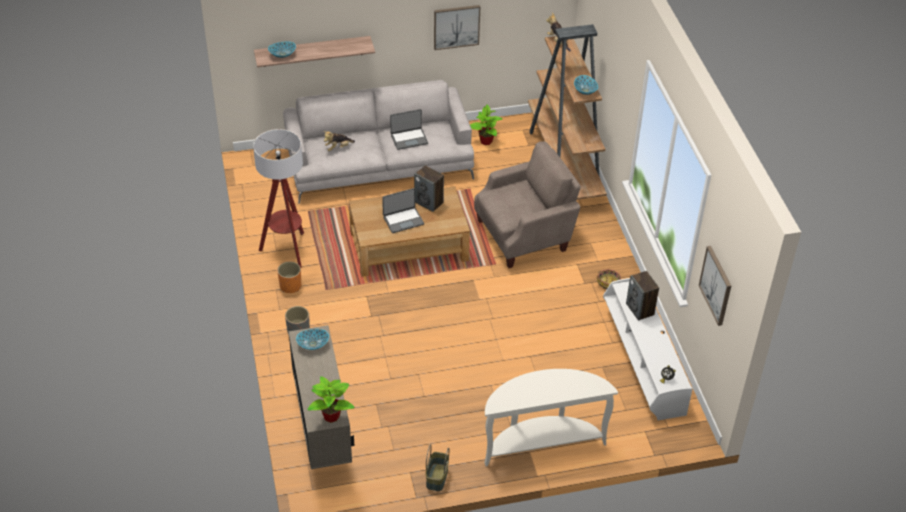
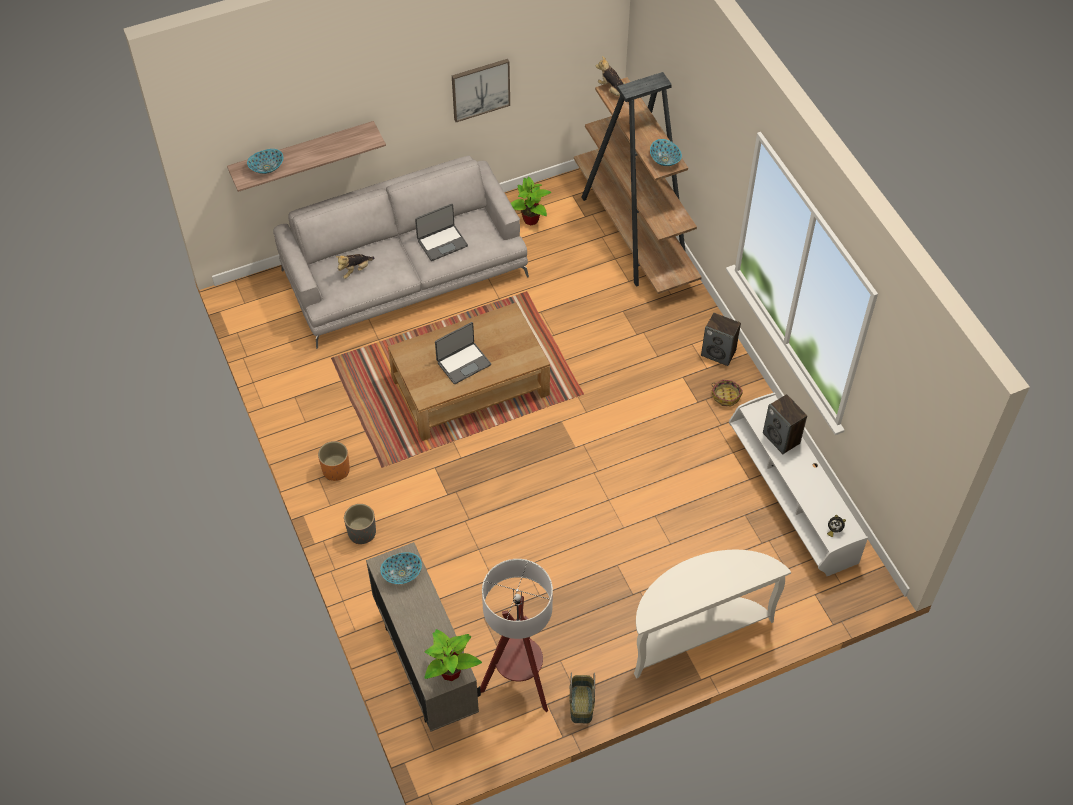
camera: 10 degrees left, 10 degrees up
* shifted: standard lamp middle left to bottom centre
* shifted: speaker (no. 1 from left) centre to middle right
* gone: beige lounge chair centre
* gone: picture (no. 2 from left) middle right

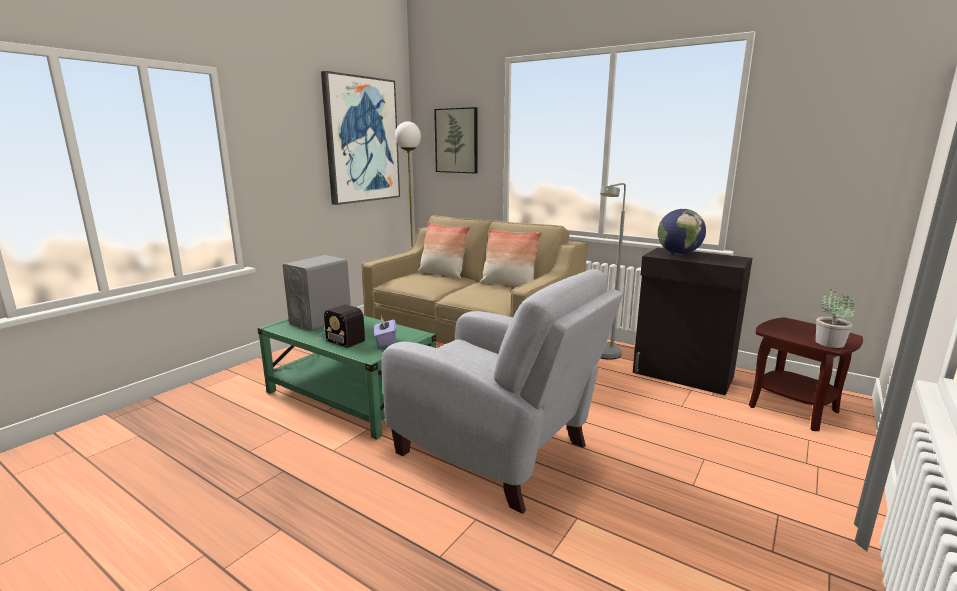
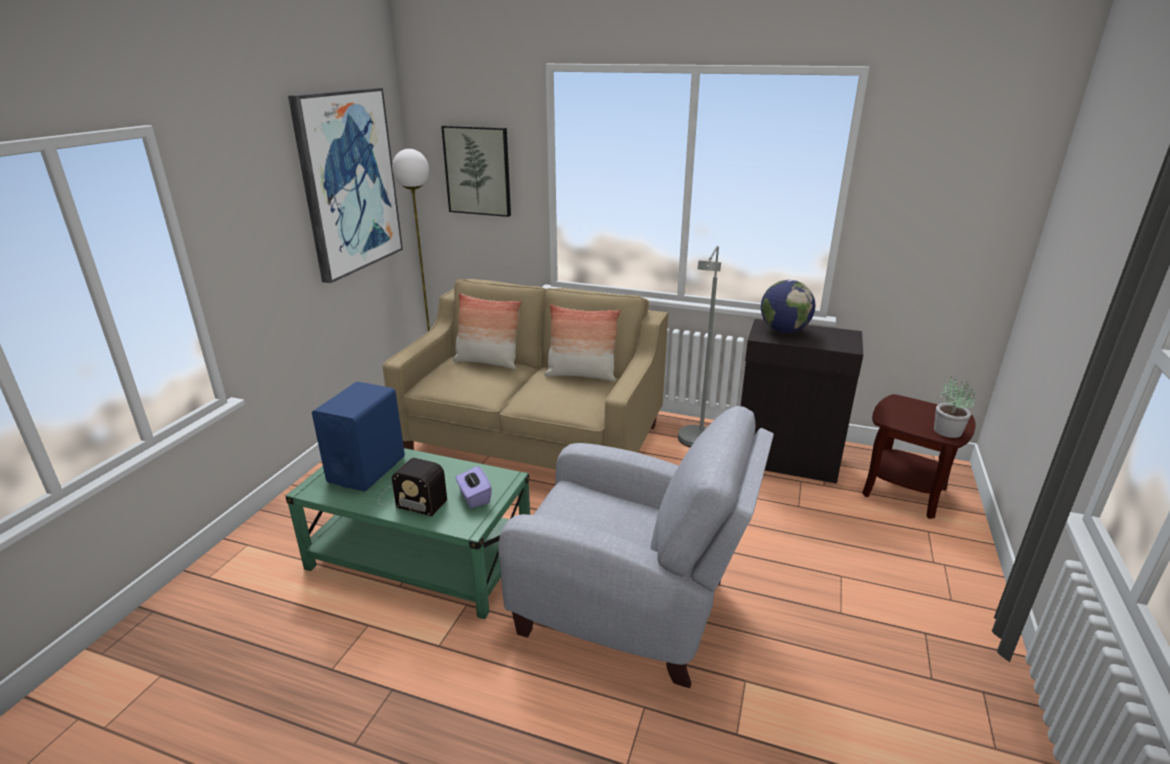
camera: 15 degrees left, 10 degrees up
* repainted: greyish speaker middle left to blue-coloured speaker middle left

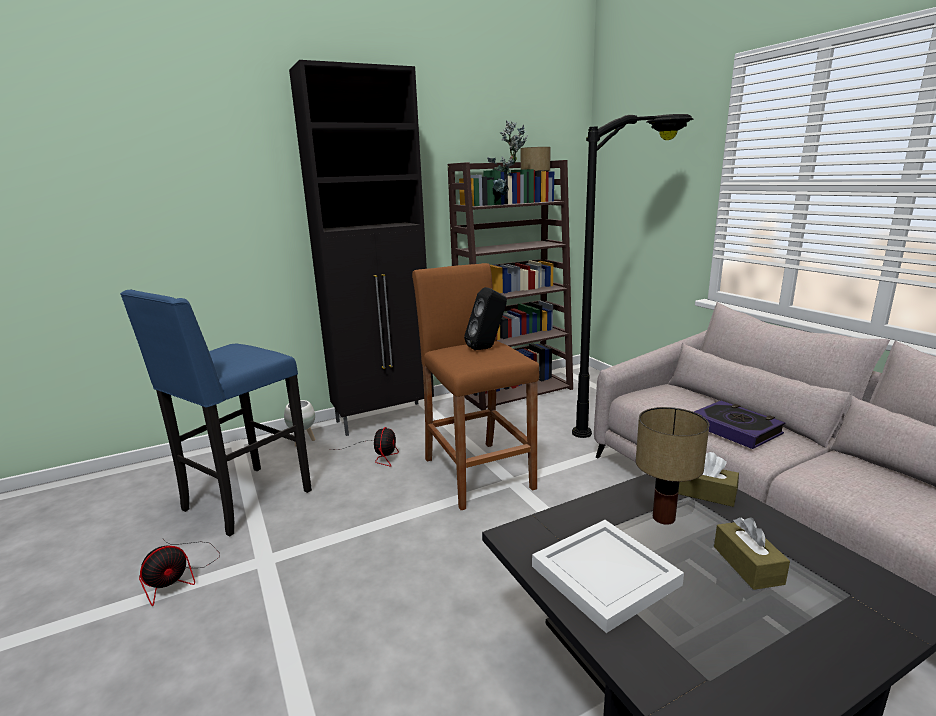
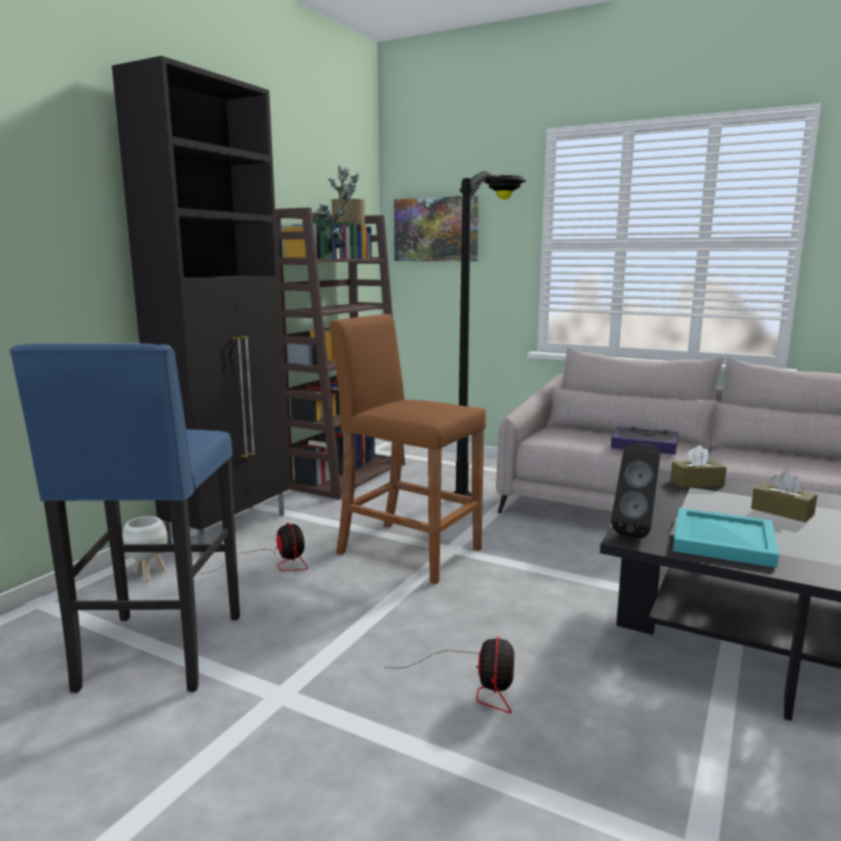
camera: 35 degrees left, 5 degrees down
* shifted: electric fan (no. 1 from left in the first image) bottom left to electric fan (no. 2 from left) bottom centre
* shifted: blackish speaker centre to middle right
* repainted: whitish serving tray bottom centre to turquoise-coloured serving tray middle right
* gone: tabletop lamp (no. 2 from left) middle right
* new: picture top centre

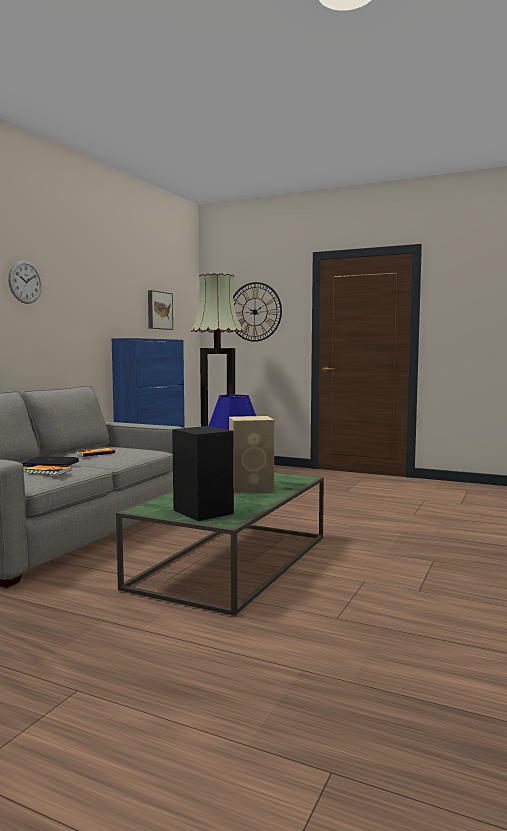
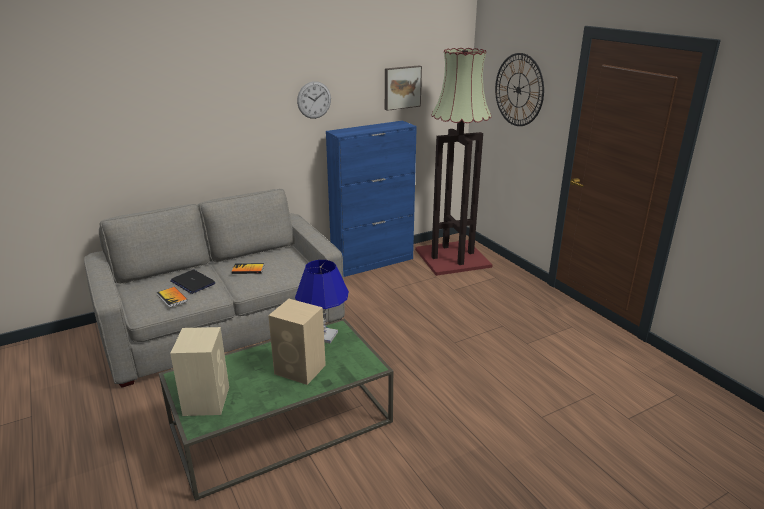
camera: 35 degrees right, 20 degrees up
* shifted: wall clock (no. 1 from left) middle left to top centre
* repainted: blackish speaker centre to beige speaker (no. 1 from left) bottom left

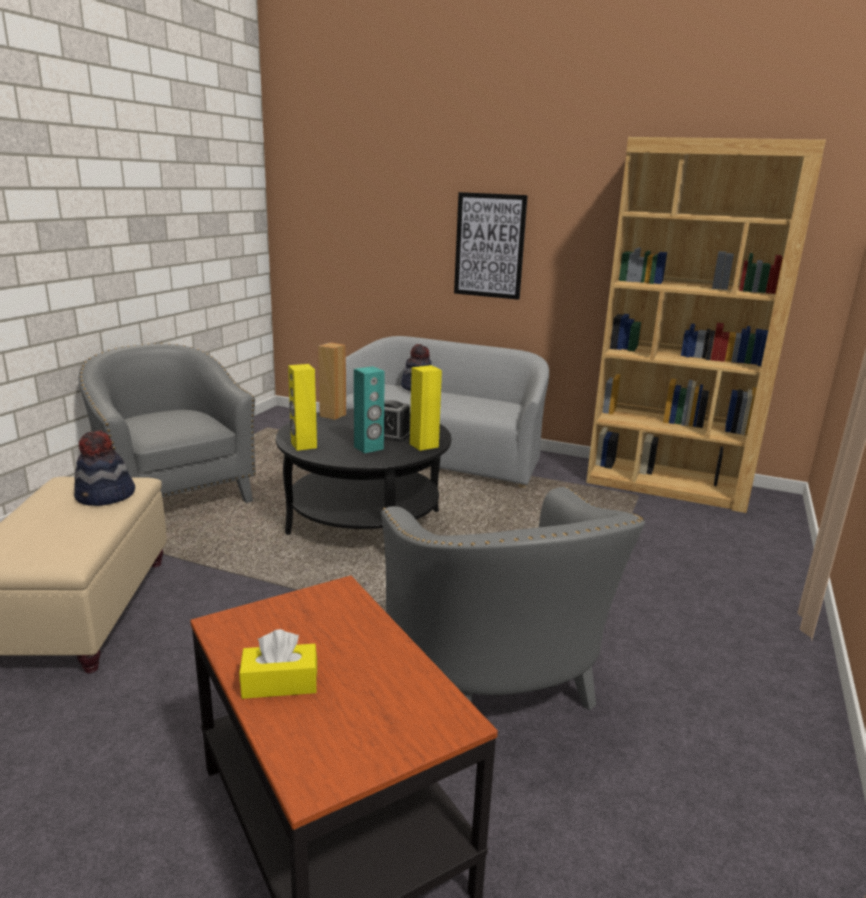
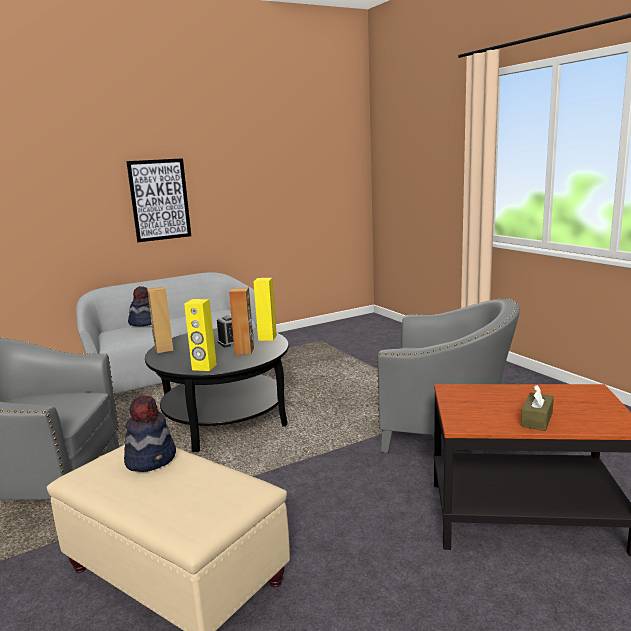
camera: 50 degrees left, 5 degrees down
* repainted: yellowish box of tissues bottom left to brownish box of tissues middle right
* repainted: turquoise-coloured speaker centre to brownish speaker (no. 2 from left) centre
* gone: brownish bookcase middle right

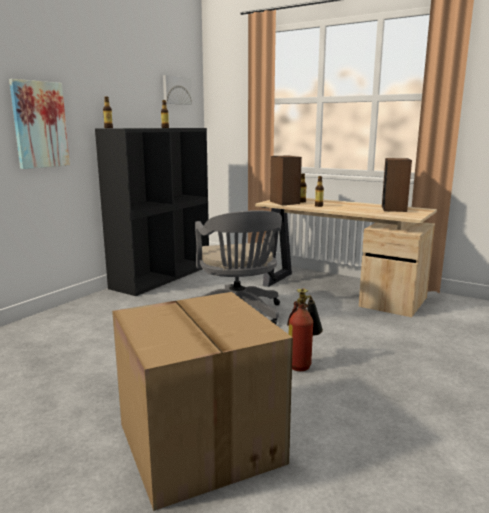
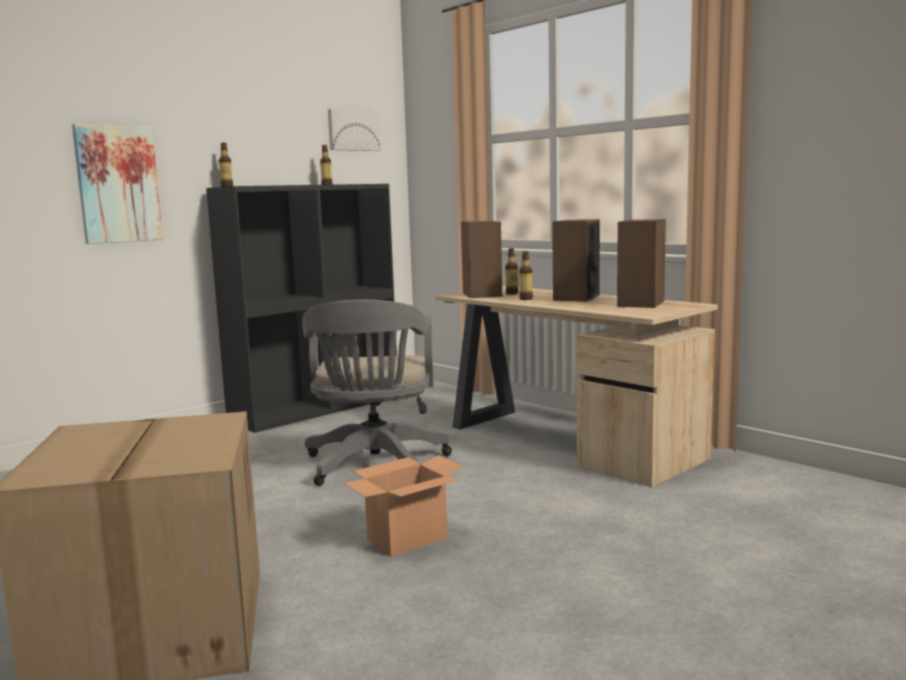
camera: 15 degrees right, 5 degrees down
* swapped: fire extinguisher centre to cardboard box (no. 2 from left) bottom centre
* new: speaker (no. 2 from left) centre

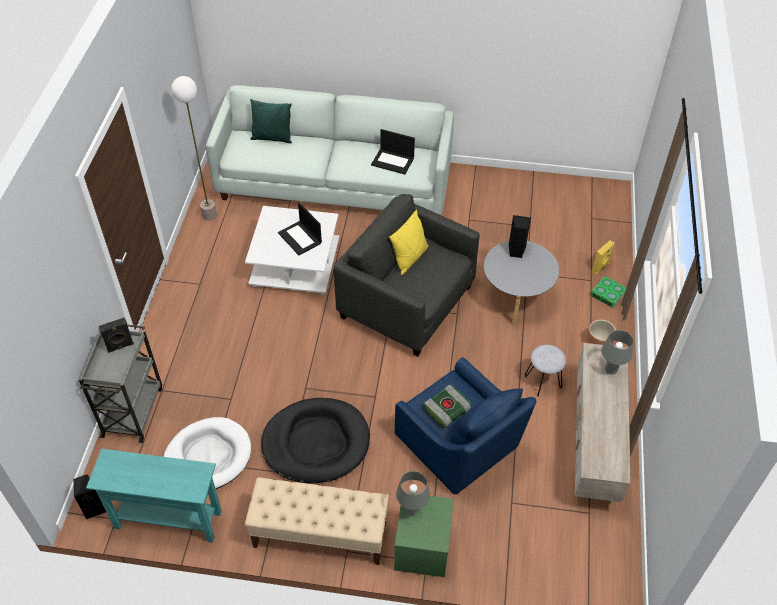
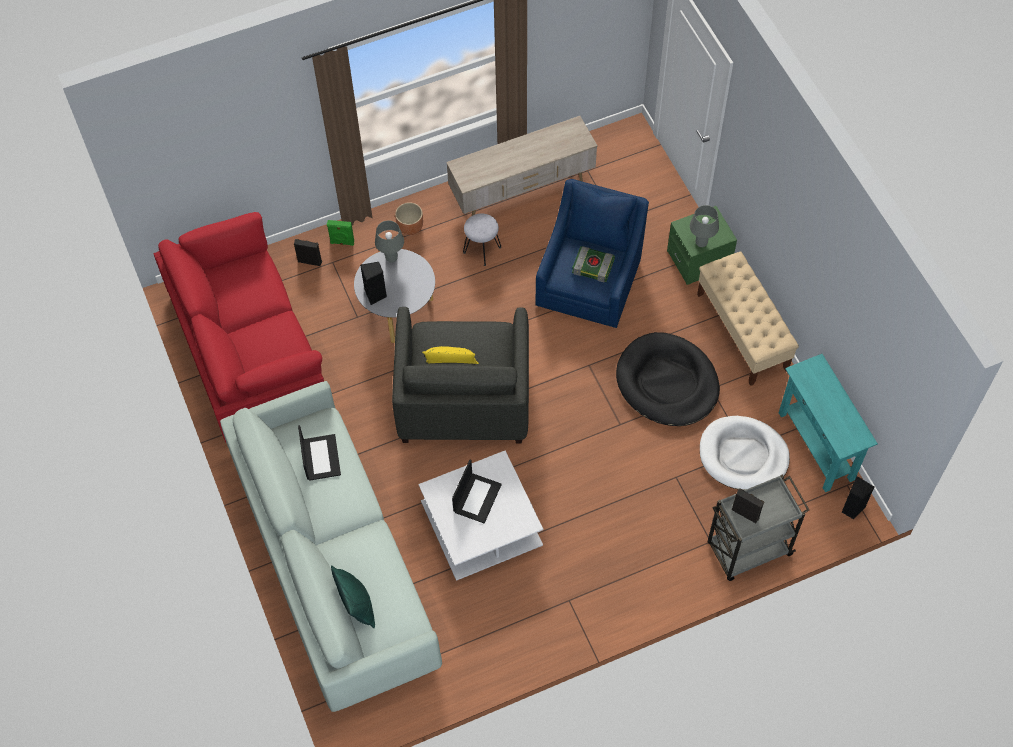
camera: 120 degrees left, 10 degrees up
* gone: standard lamp top left
* swapped: book (no. 2 from left) middle right to green-coloured speaker top centre
* repainted: yellowish speaker middle right to blackish speaker (no. 1 from left) middle left
* shifted: greyish tabletop lamp (no. 2 from left in the first image) middle right to greyish tabletop lamp (no. 1 from left) top centre
* new: reddish settee middle left

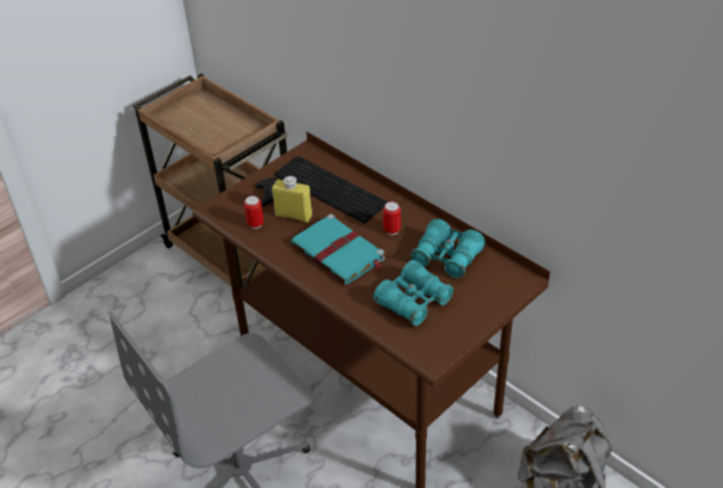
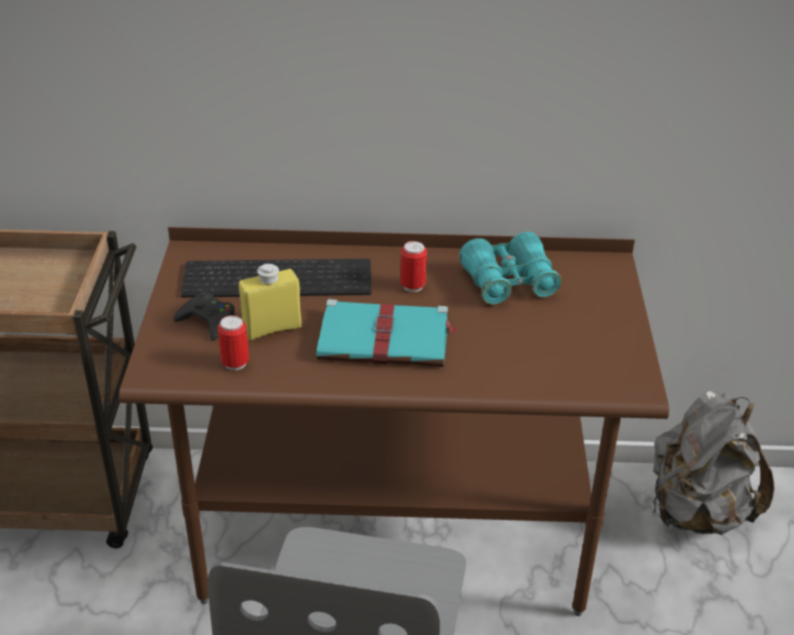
camera: 45 degrees left, 5 degrees down
* gone: turquoise-coloured binoculars (no. 1 from left) centre

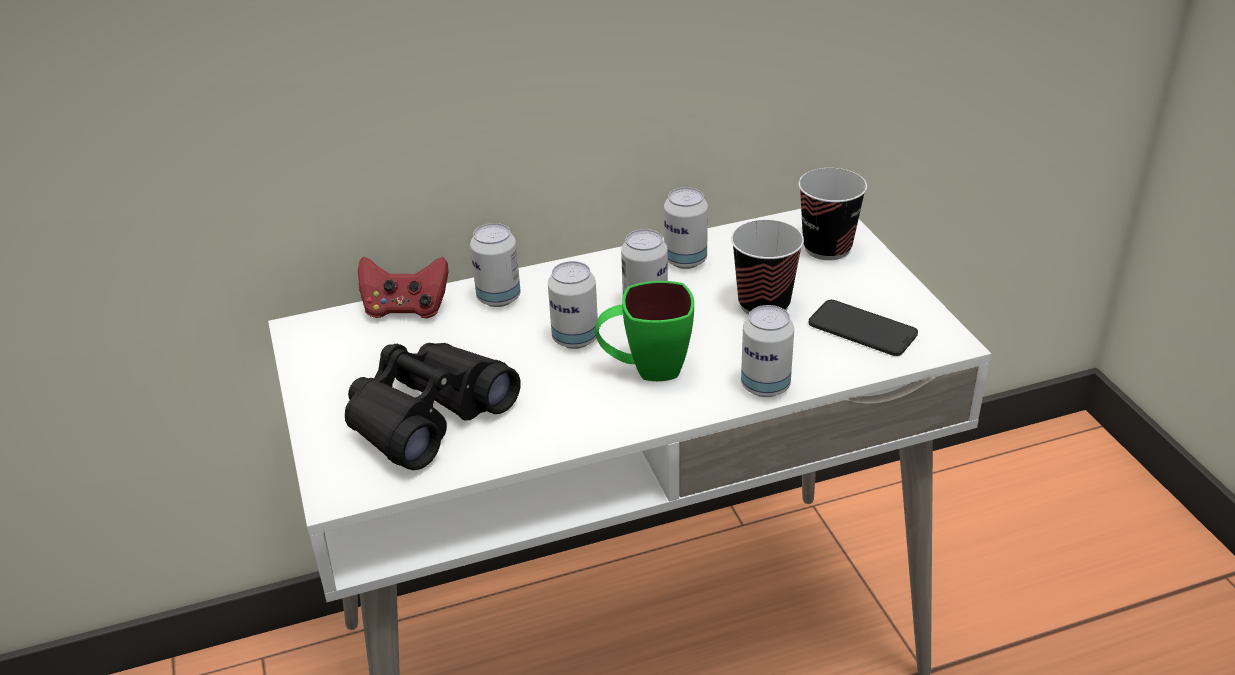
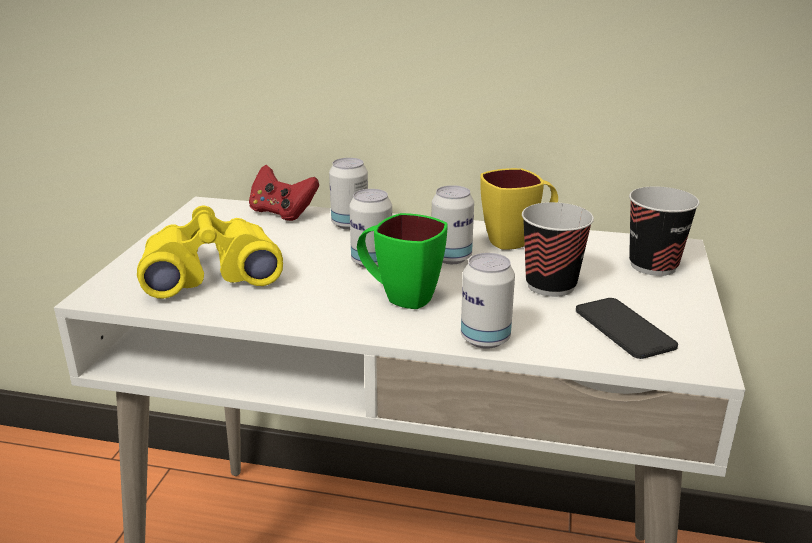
camera: 30 degrees right, 10 degrees down
* repainted: blackish binoculars centre to yellowish binoculars middle left
* swapped: can (no. 4 from left) centre to yellowish tea mug centre

